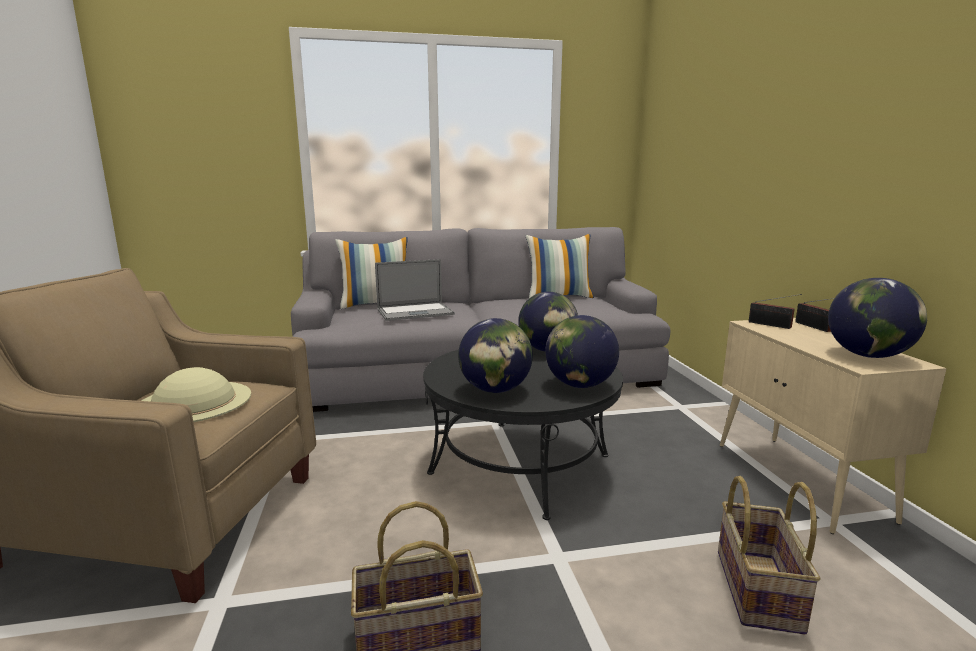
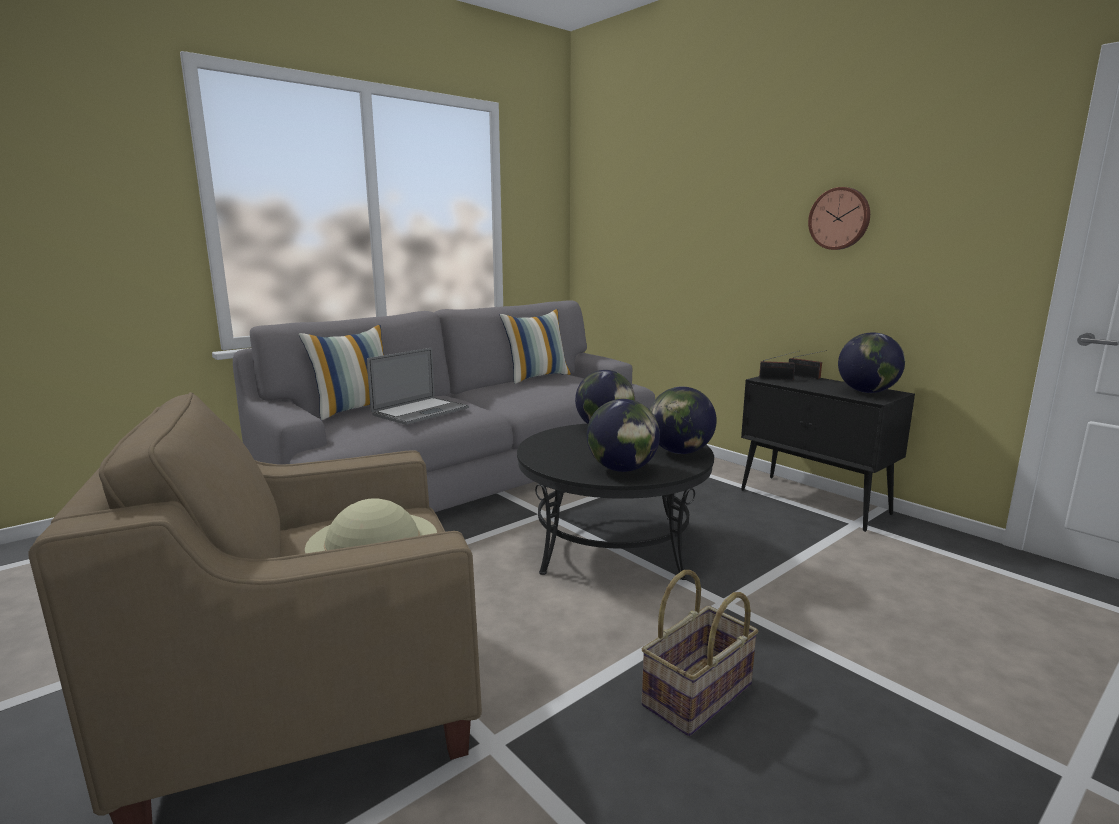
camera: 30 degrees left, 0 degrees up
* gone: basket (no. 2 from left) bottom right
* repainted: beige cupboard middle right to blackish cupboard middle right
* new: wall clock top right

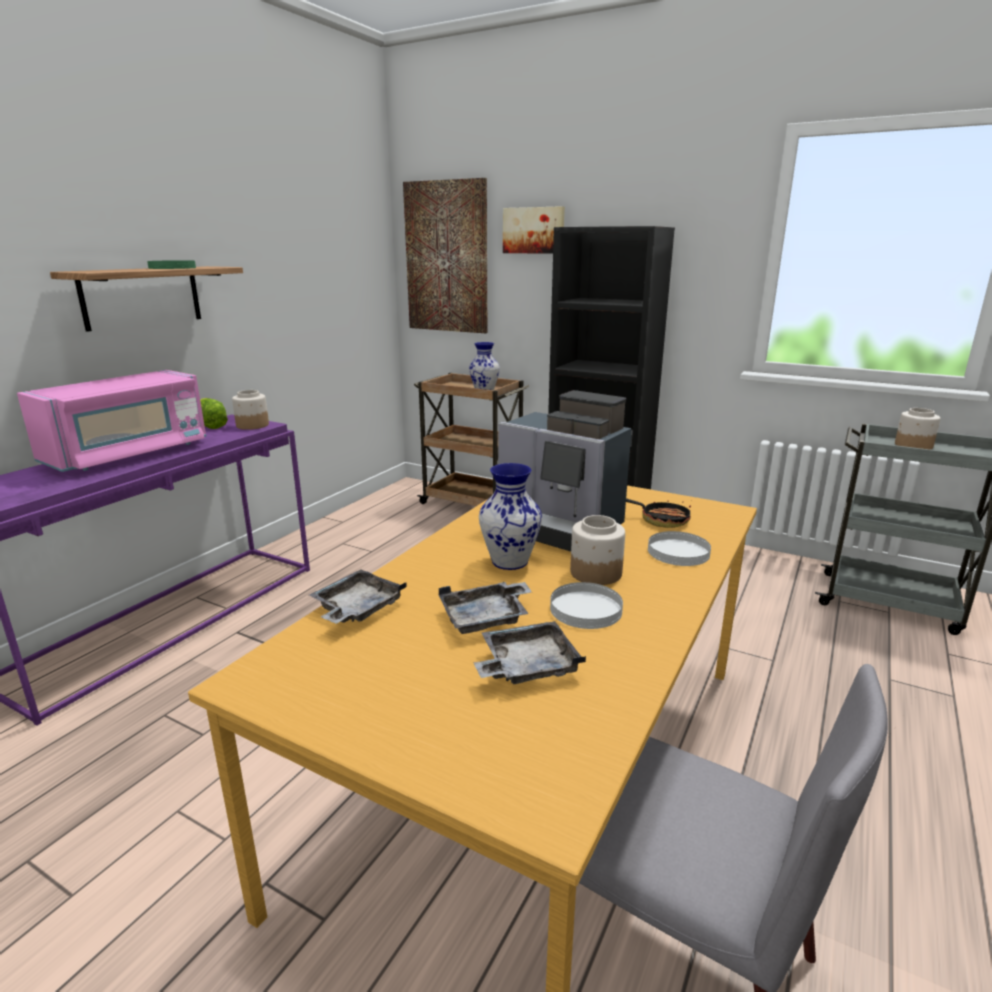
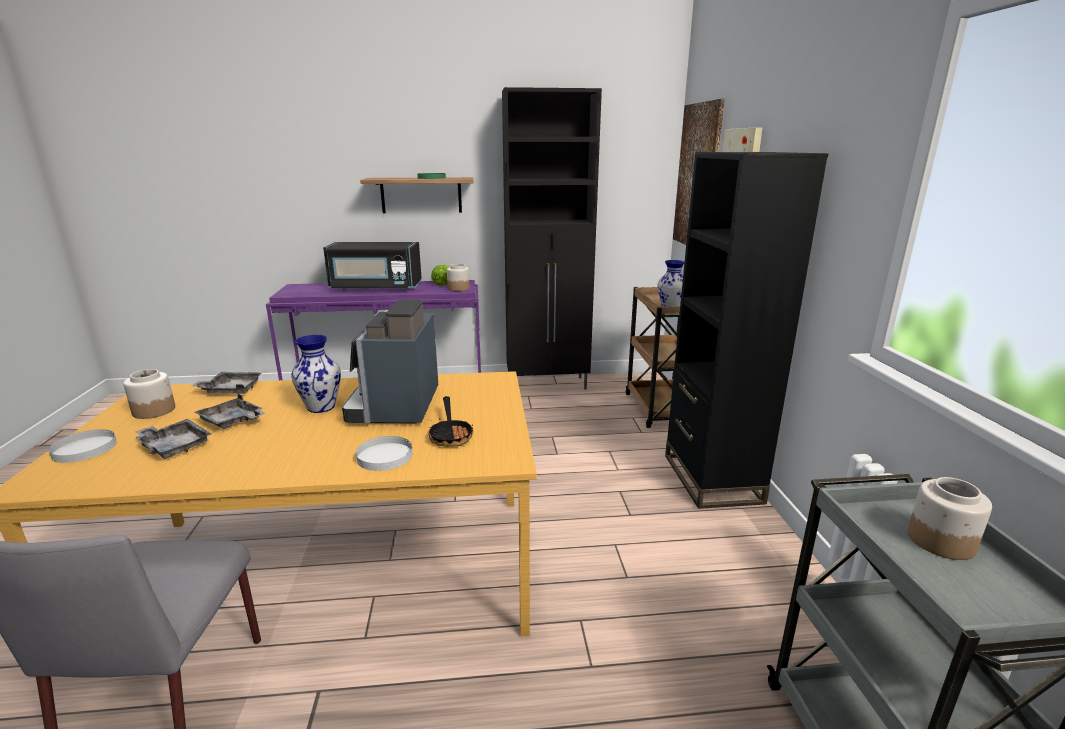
camera: 55 degrees right, 0 degrees up
* repainted: pink microwave middle left to blackish microwave centre
* shifted: whitish dinner plate (no. 1 from left) centre to middle left
* shifted: storage jar (no. 2 from left in the first image) centre to storage jar (no. 1 from left) middle left
* new: blackish cupboard top centre

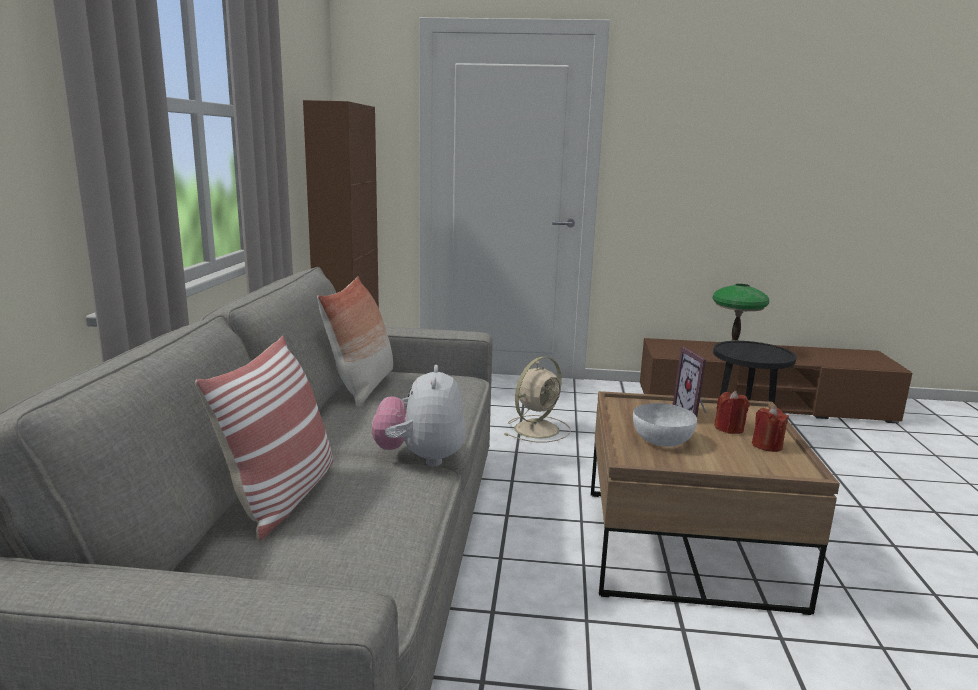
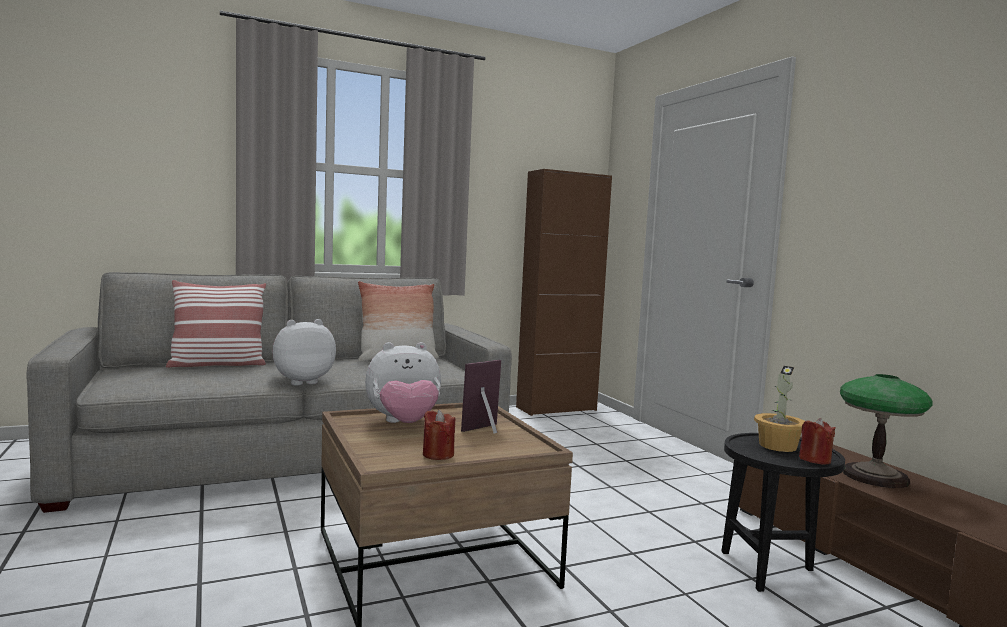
camera: 60 degrees right, 10 degrees down
* gone: beige electric fan centre
* swapped: whitish serving bowl middle right to soft toy (no. 2 from left) centre
* shifted: reddish candle (no. 1 from left in the first image) middle right to reddish candle (no. 2 from left) bottom right
* new: plant in a pot middle right

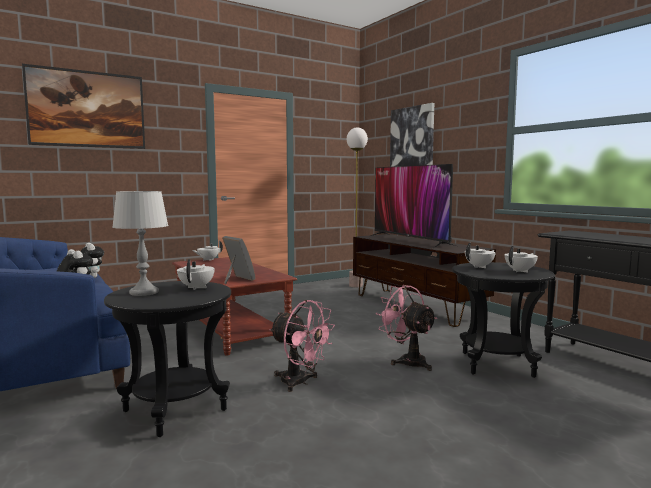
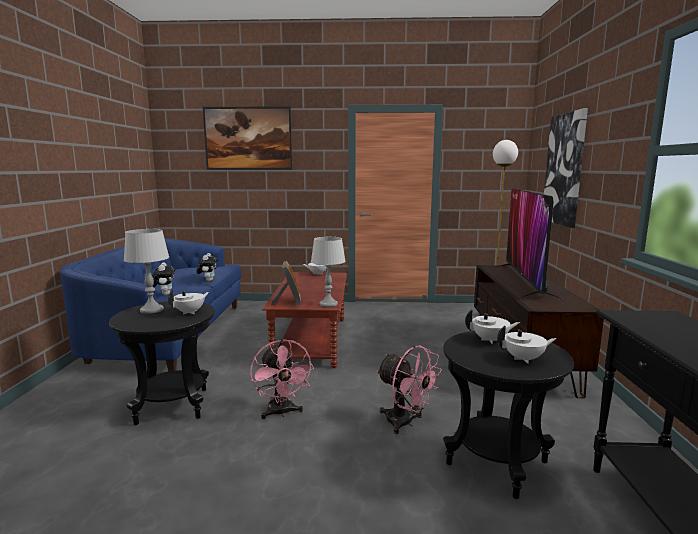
camera: 35 degrees right, 5 degrees up
* rotated: pink electric fan (no. 2 from left) bottom centre = bottom centre 135 degrees clockwise
* new: greyish tabletop lamp (no. 2 from left) centre

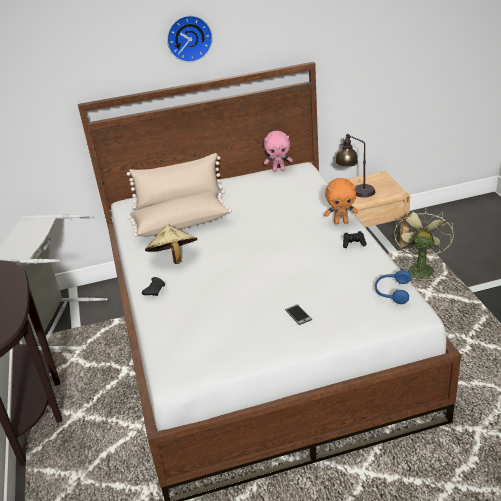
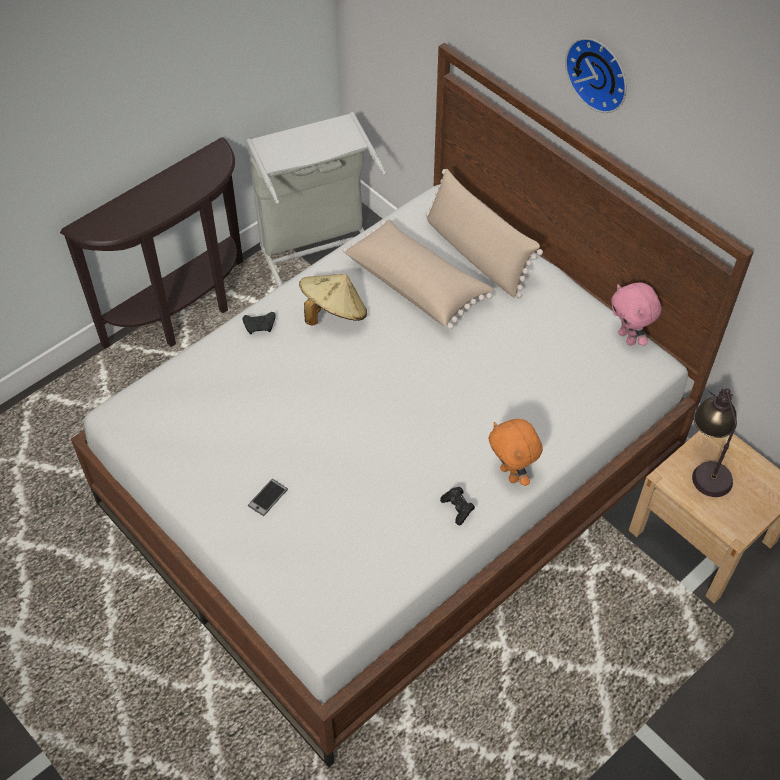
camera: 60 degrees right, 20 degrees up
* gone: blue-coloured headphones middle right
* gone: green-coloured electric fan middle right

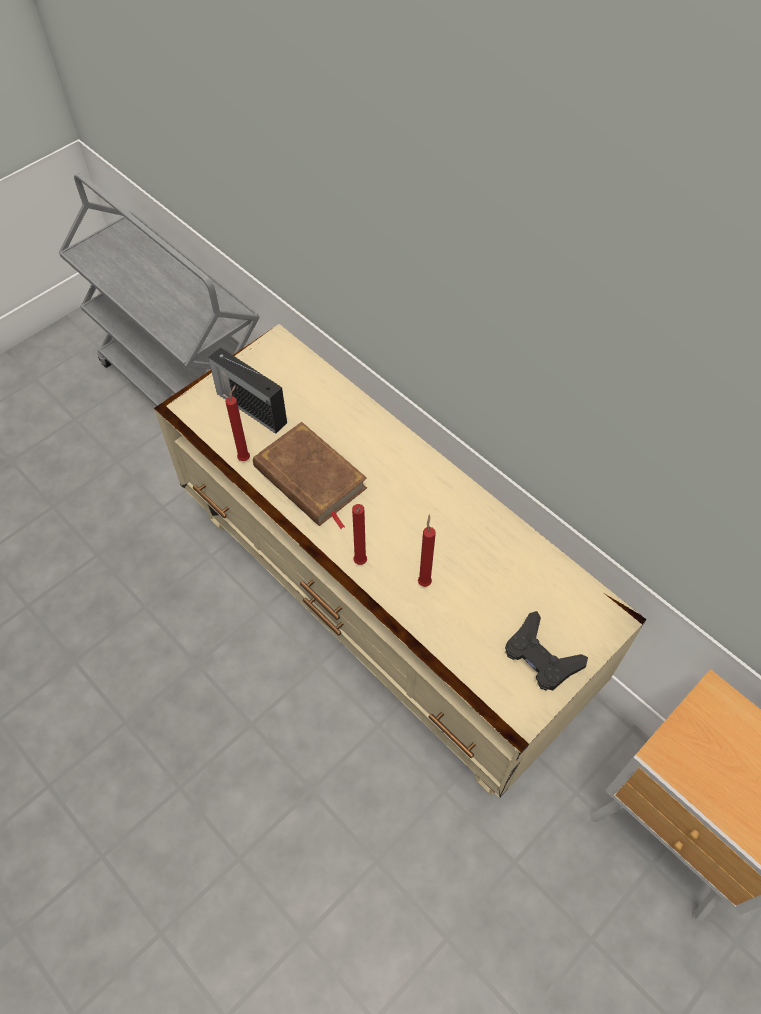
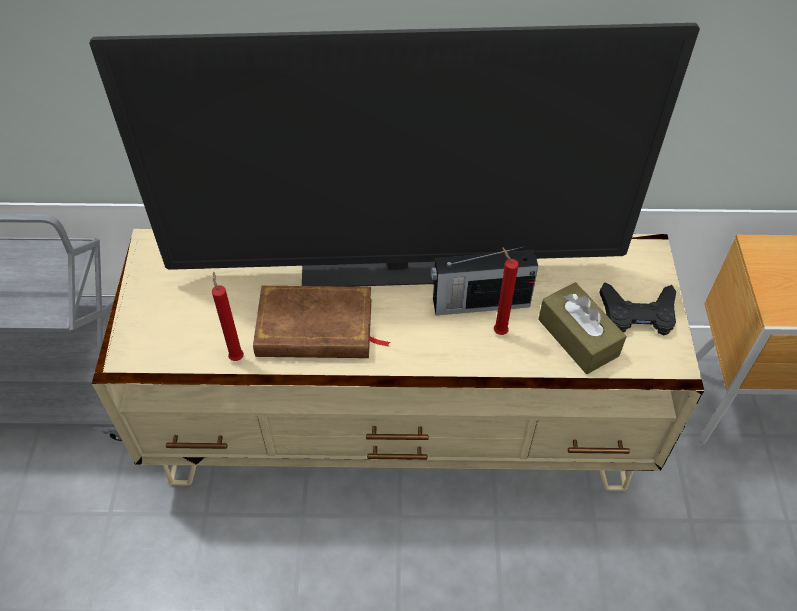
camera: 45 degrees left, 5 degrees down
* shifted: radio receiver middle left to centre
* gone: reddish candle (no. 2 from left) centre
* new: TV top centre
* new: brownish box of tissues middle right

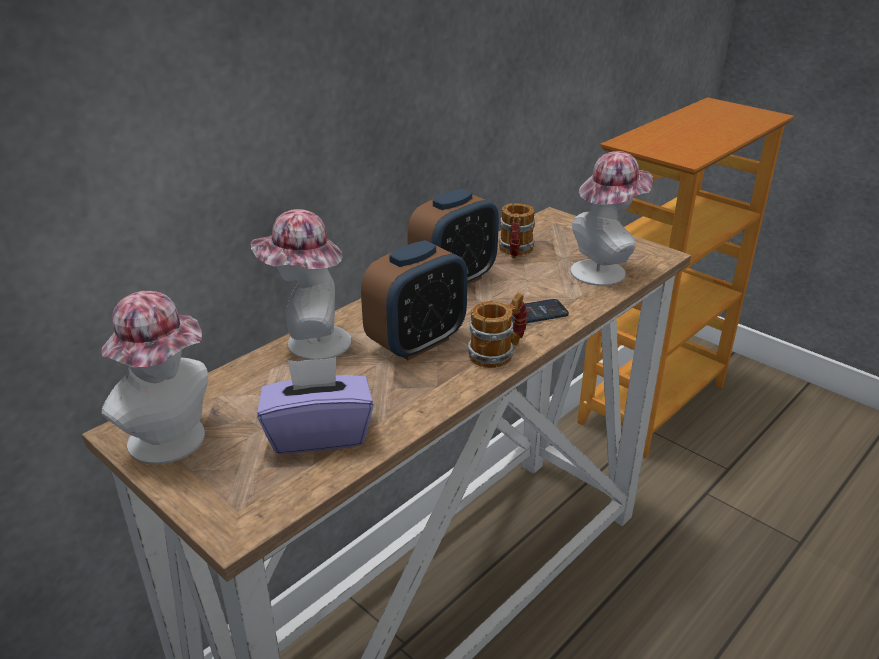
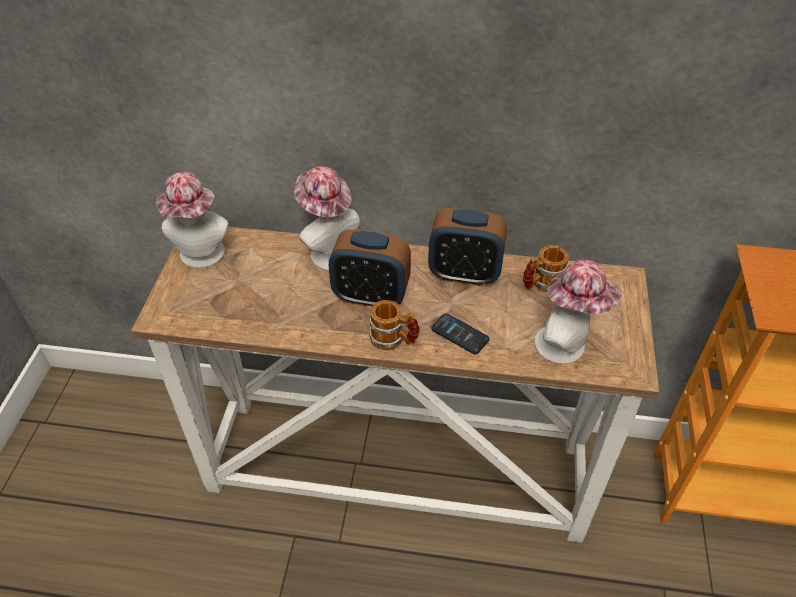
camera: 55 degrees right, 15 degrees up
* gone: purplish box of tissues centre

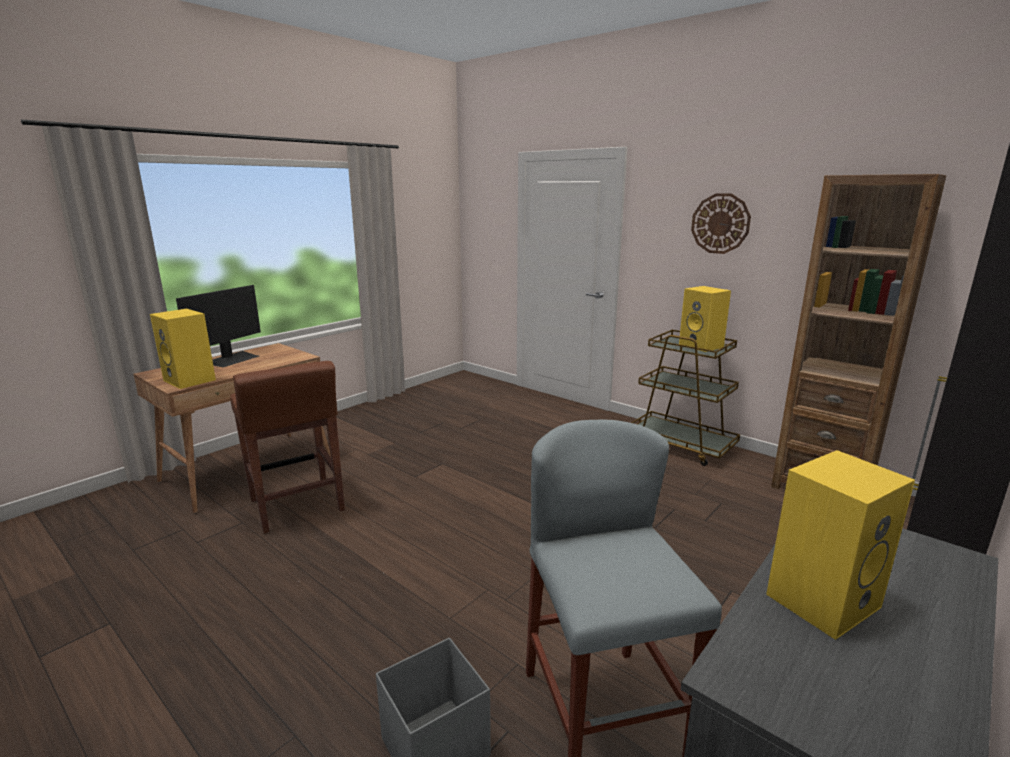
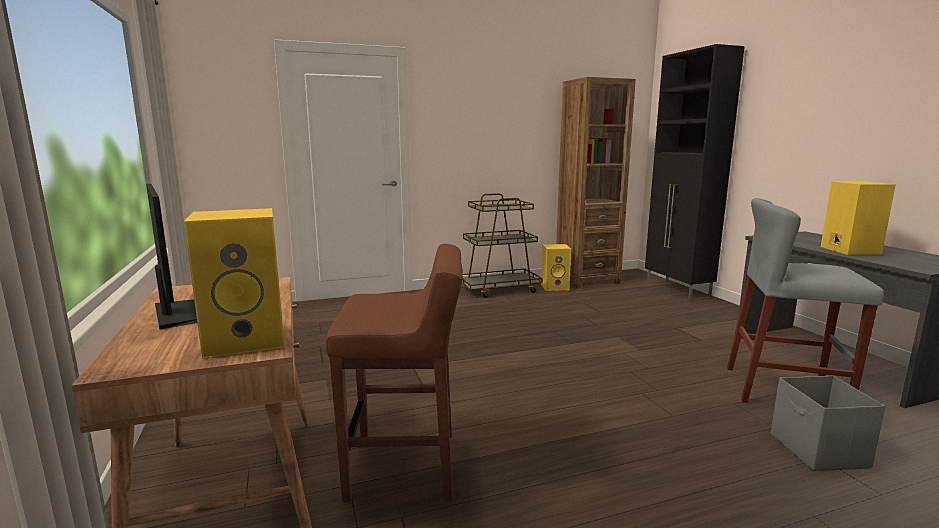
camera: 60 degrees left, 5 degrees down
* shifted: yellowish speaker (no. 2 from left) middle right to centre
* gone: wall clock top right

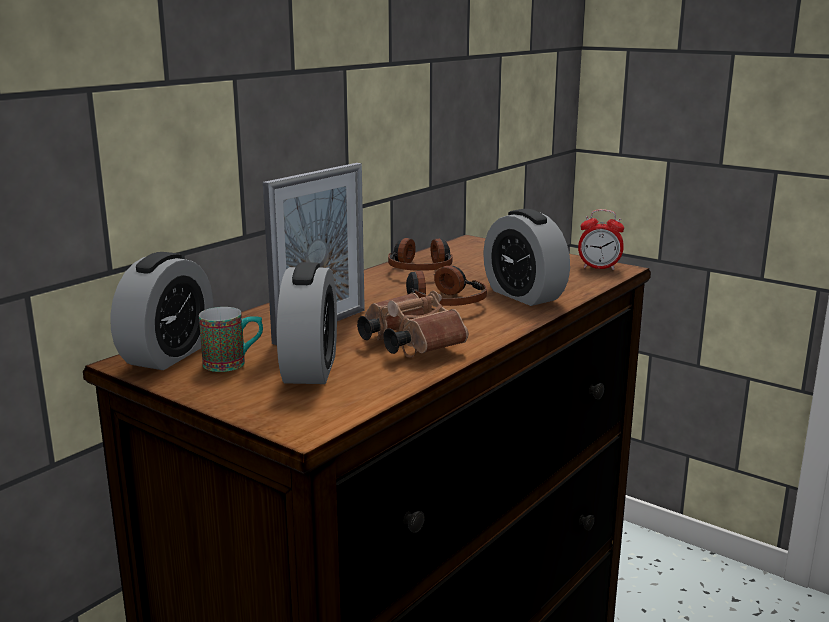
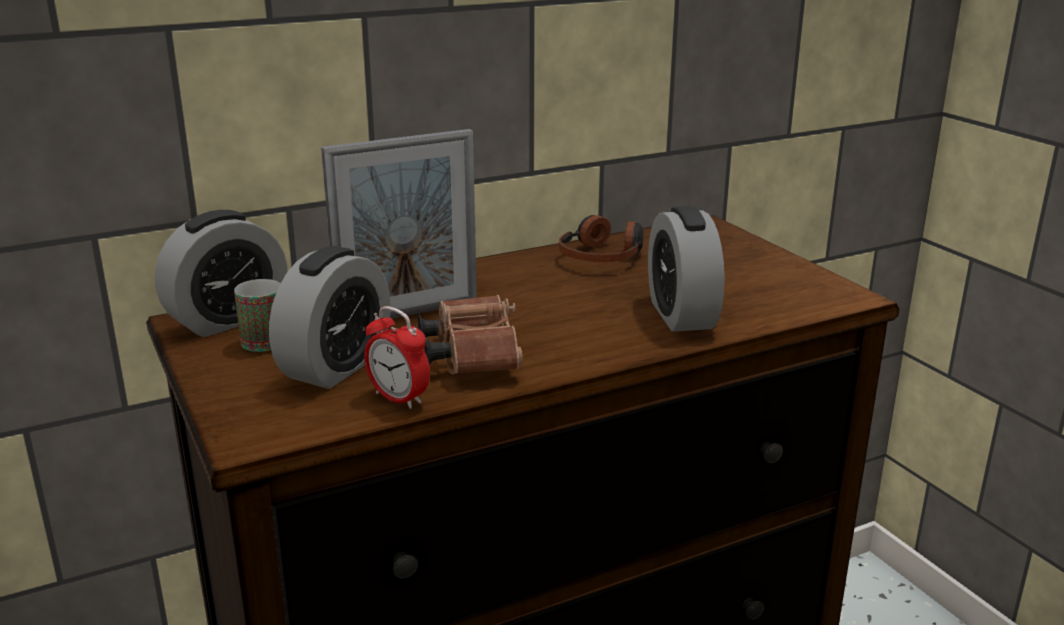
camera: 25 degrees right, 5 degrees up
* gone: headphones (no. 2 from left) centre
* shifted: bedside clock (no. 4 from left in the first image) middle right to bedside clock (no. 3 from left) centre

